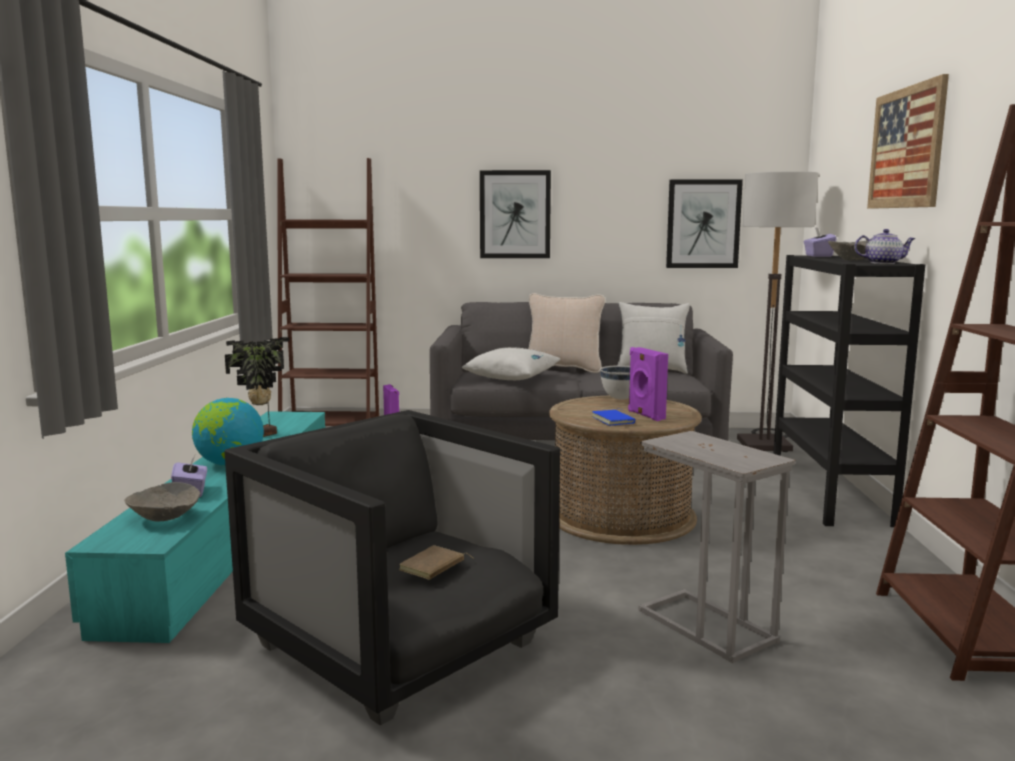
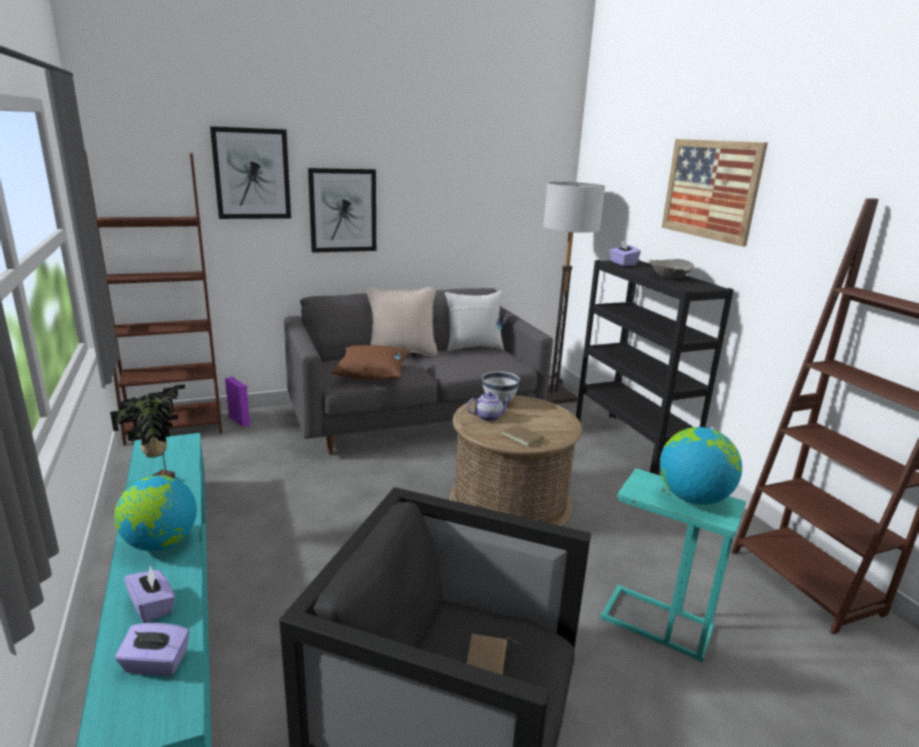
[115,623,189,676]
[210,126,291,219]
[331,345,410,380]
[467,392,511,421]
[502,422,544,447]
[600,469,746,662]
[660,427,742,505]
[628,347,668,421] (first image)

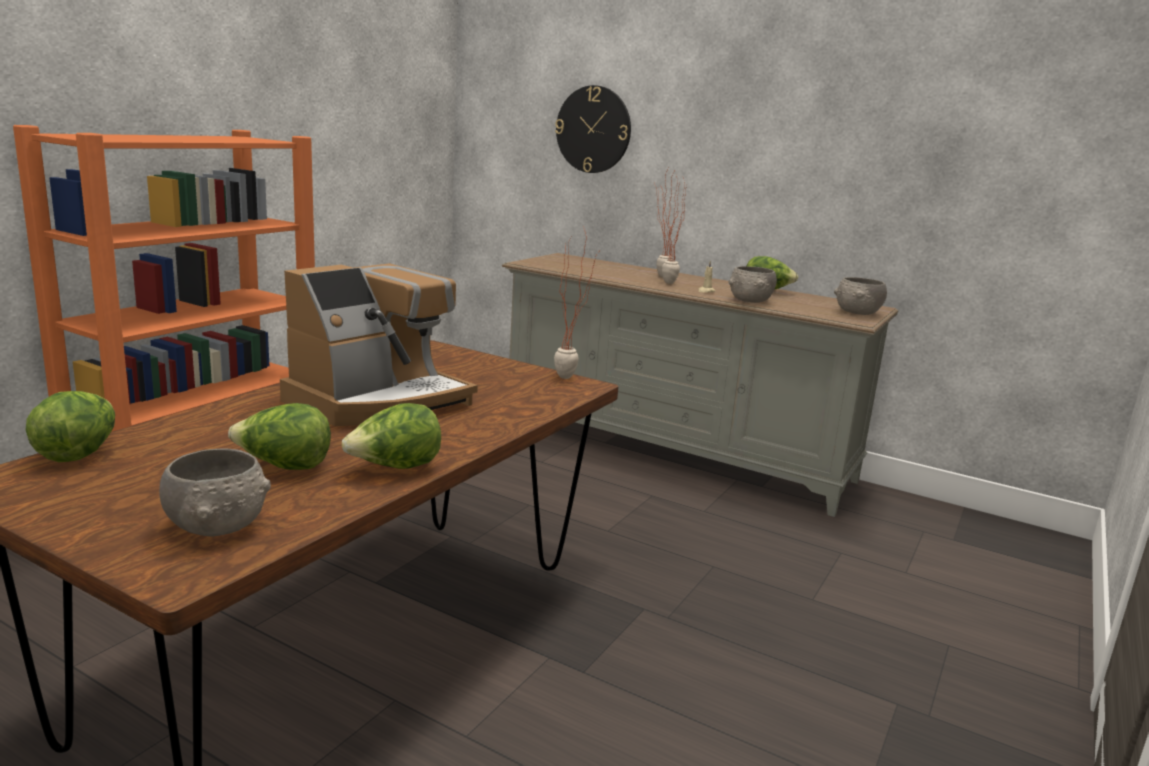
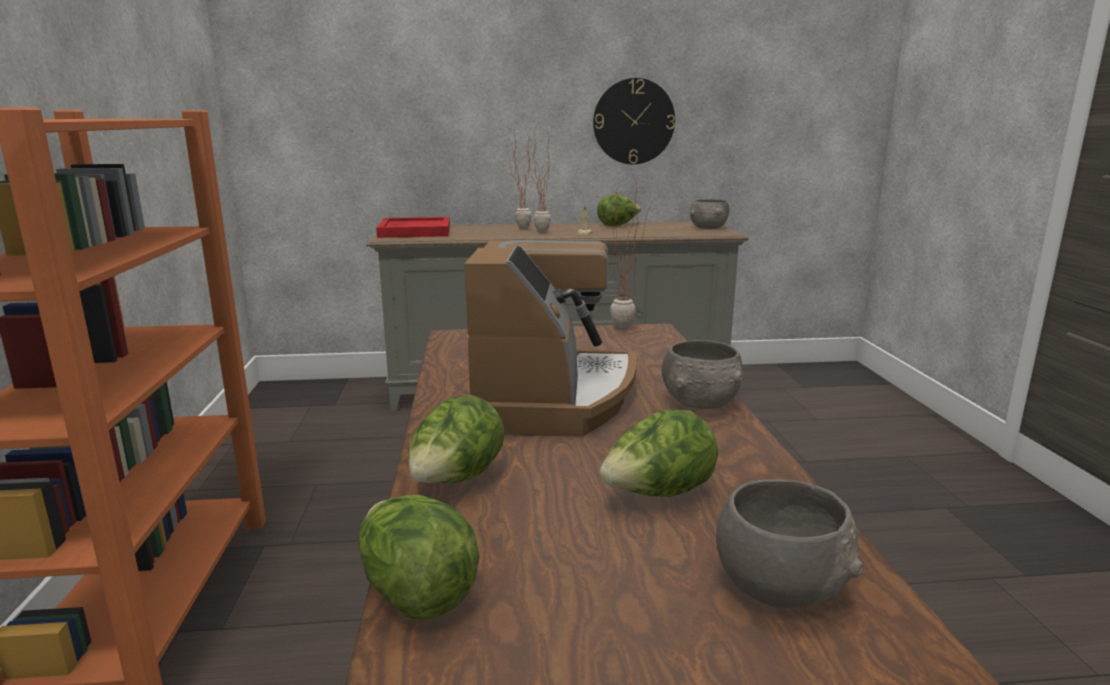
[376,217,450,238]
[408,395,505,483]
[593,78,675,164]
[662,340,743,409]

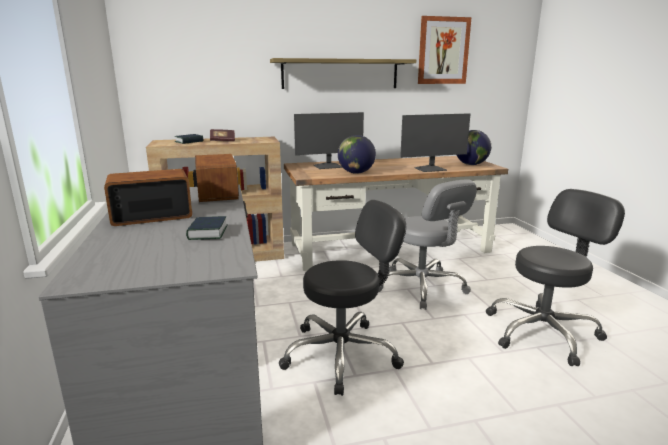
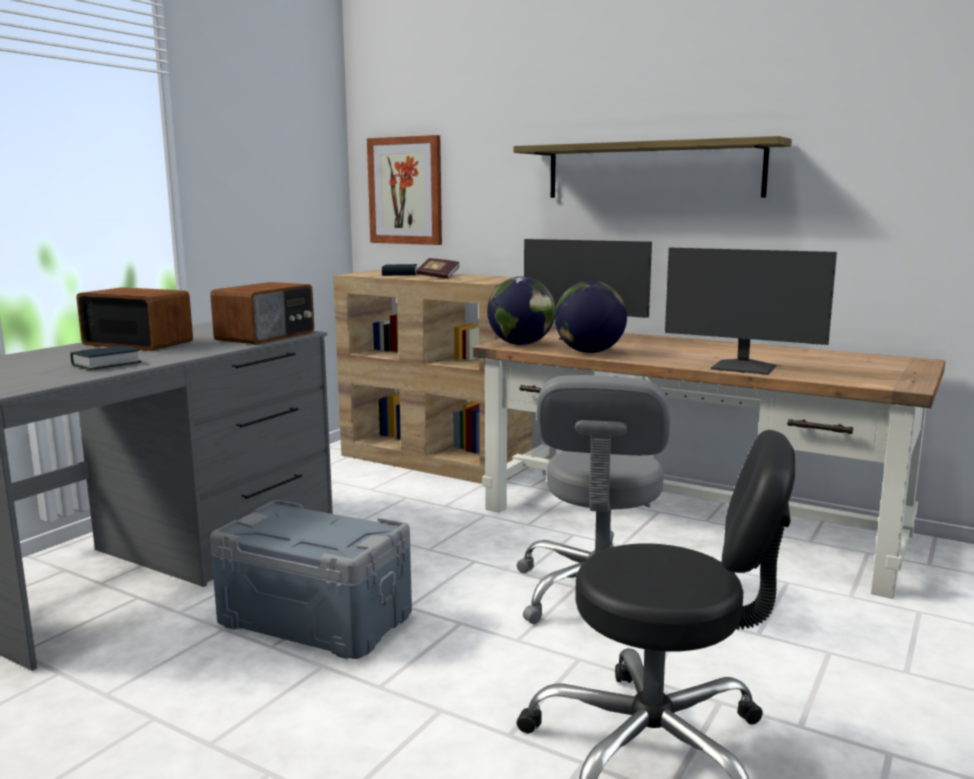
[210,500,412,659]
[367,135,442,245]
[487,277,555,345]

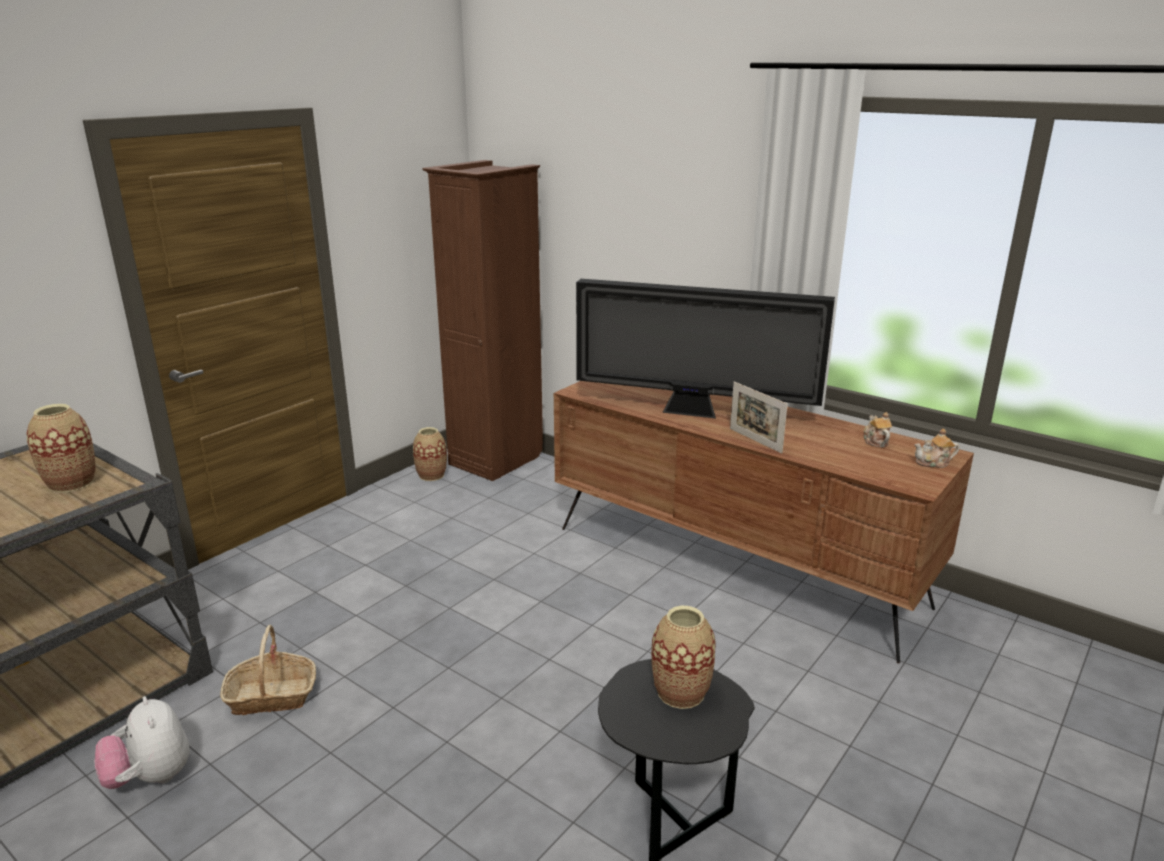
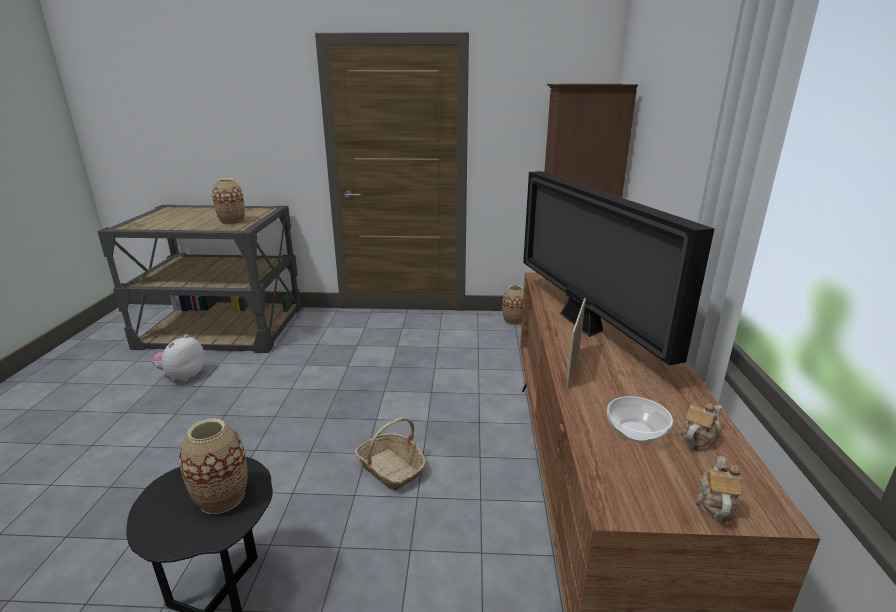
[355,417,426,490]
[607,396,673,443]
[695,456,743,522]

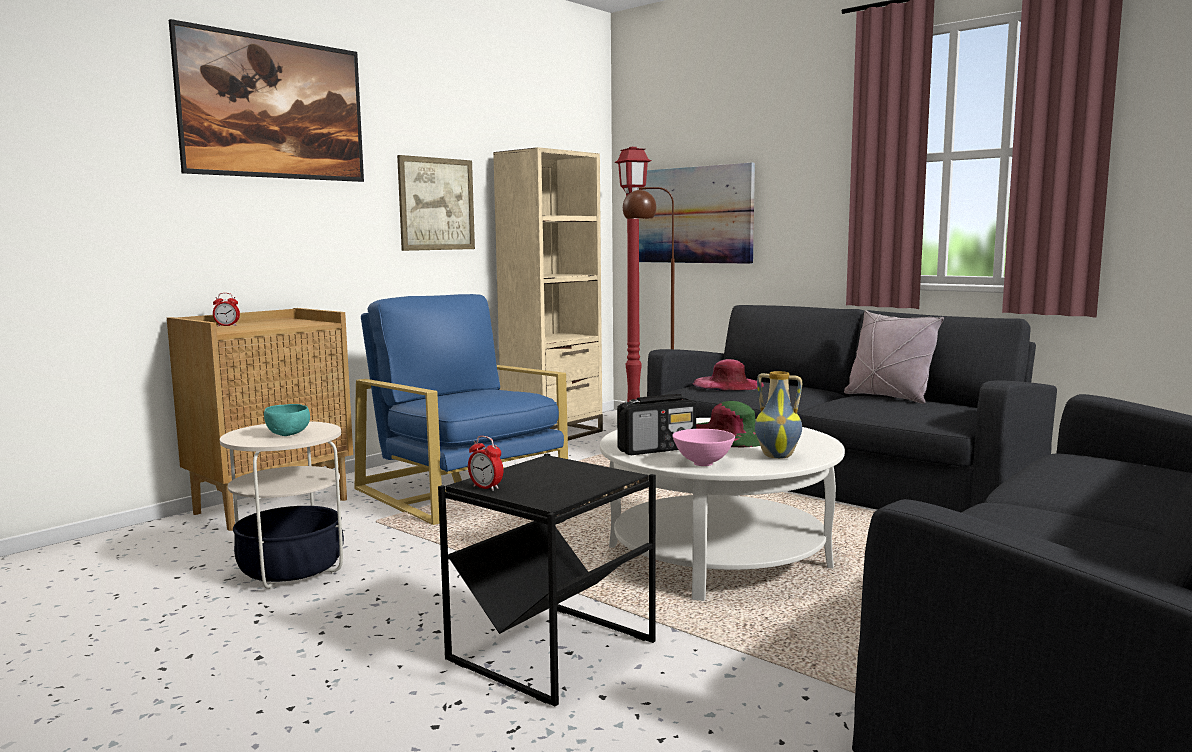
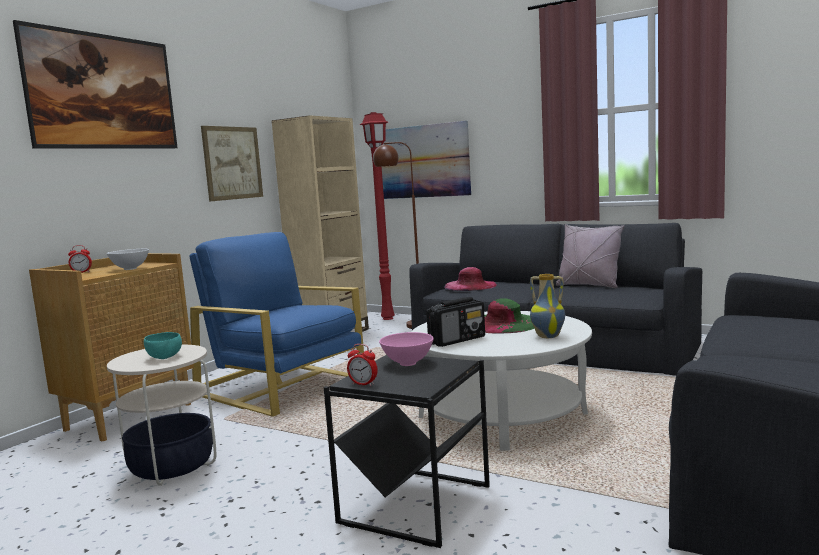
[107,249,149,270]
[379,332,434,366]

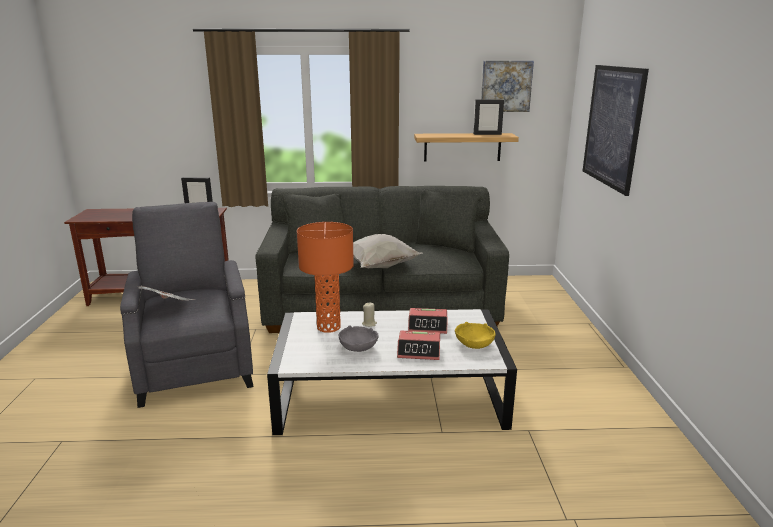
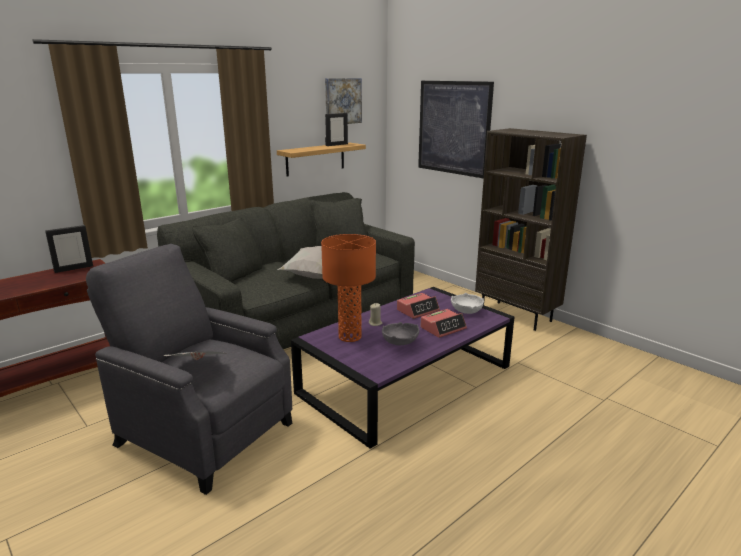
[291,287,514,449]
[451,293,484,314]
[475,128,587,331]

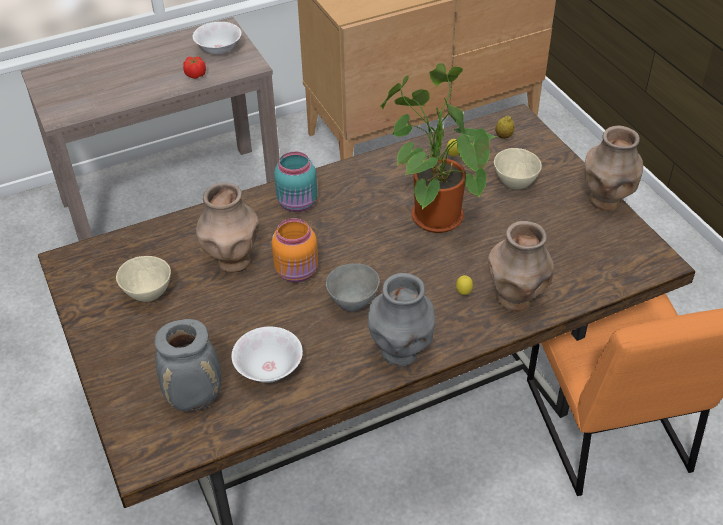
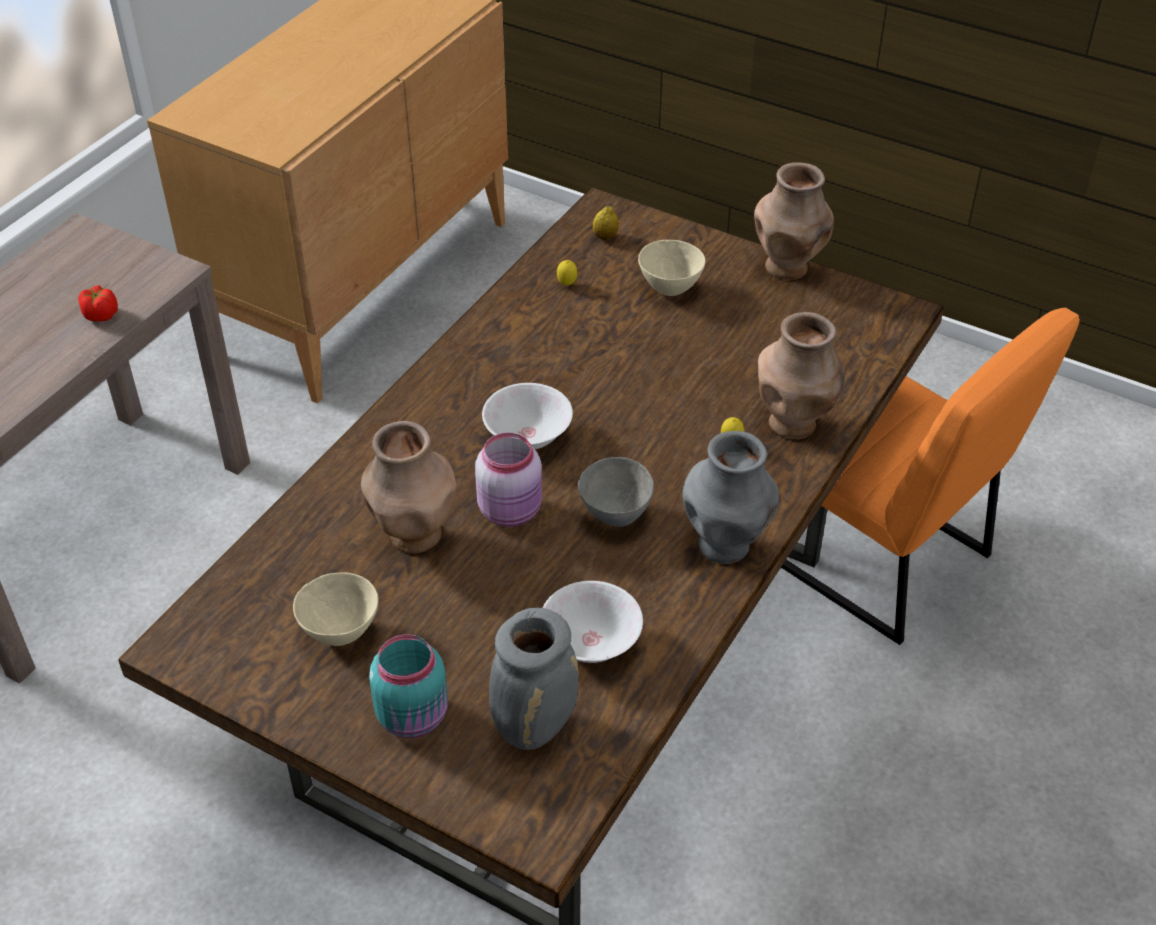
[369,635,448,738]
[475,433,542,527]
[482,383,573,449]
[380,63,497,233] (first image)

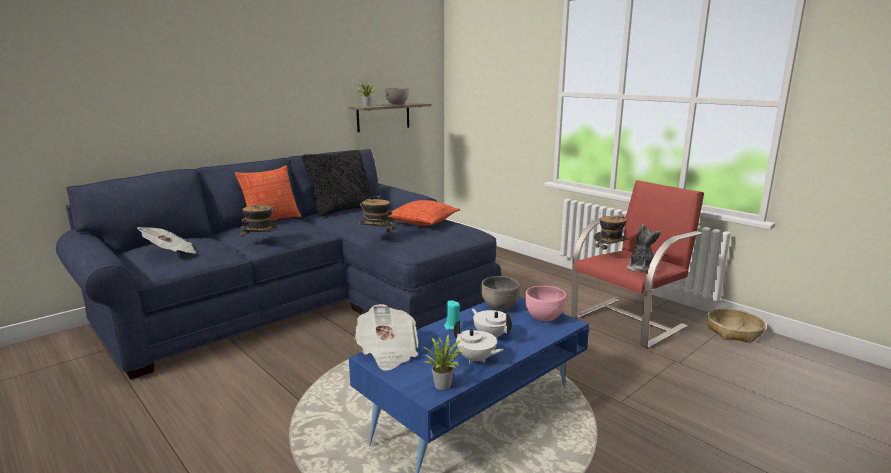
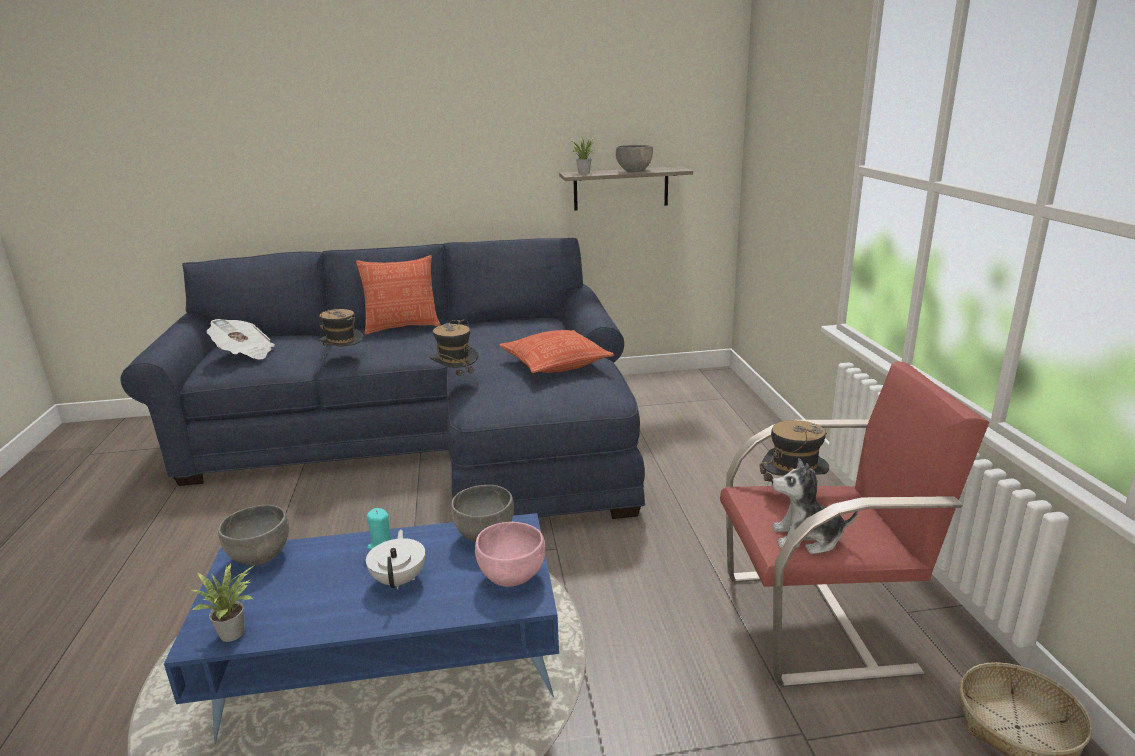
[218,505,289,566]
[772,458,858,554]
[301,150,374,217] (first image)
[454,321,504,363] (first image)

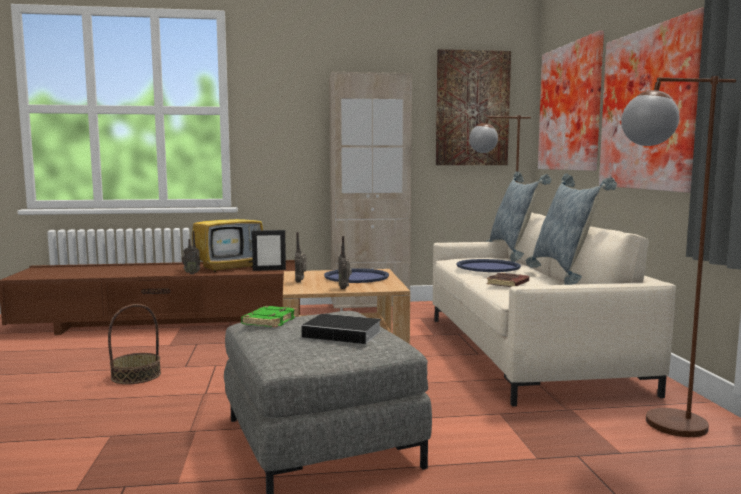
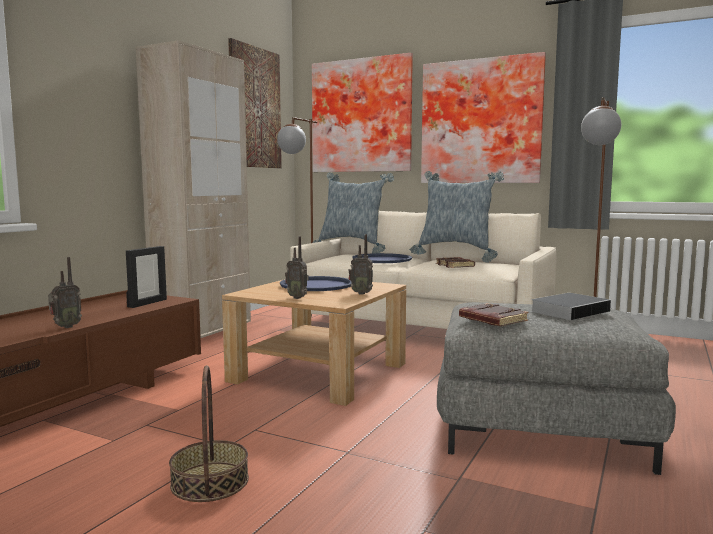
[459,303,528,326]
[192,193,263,272] (first image)

